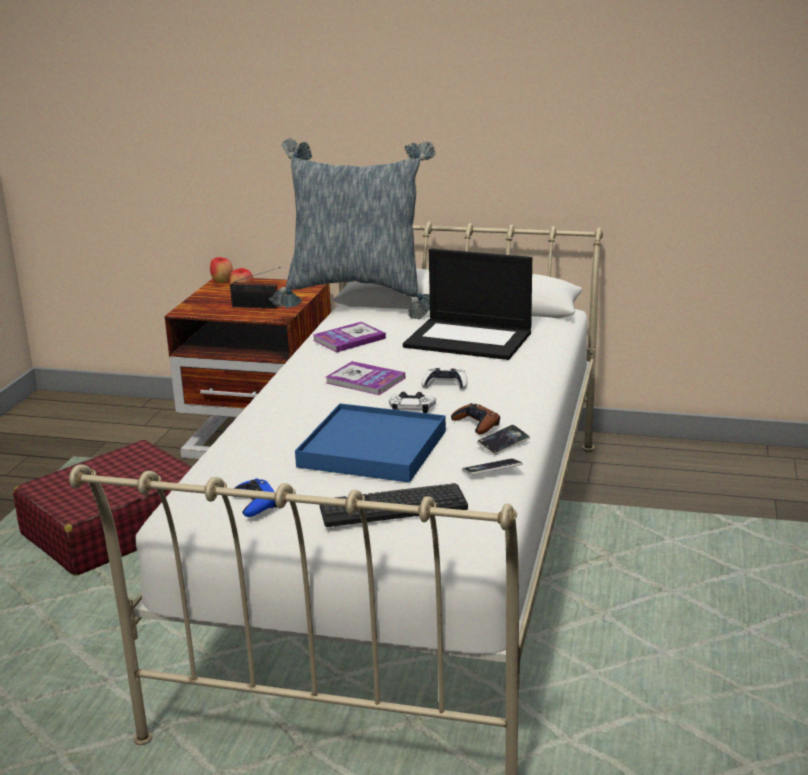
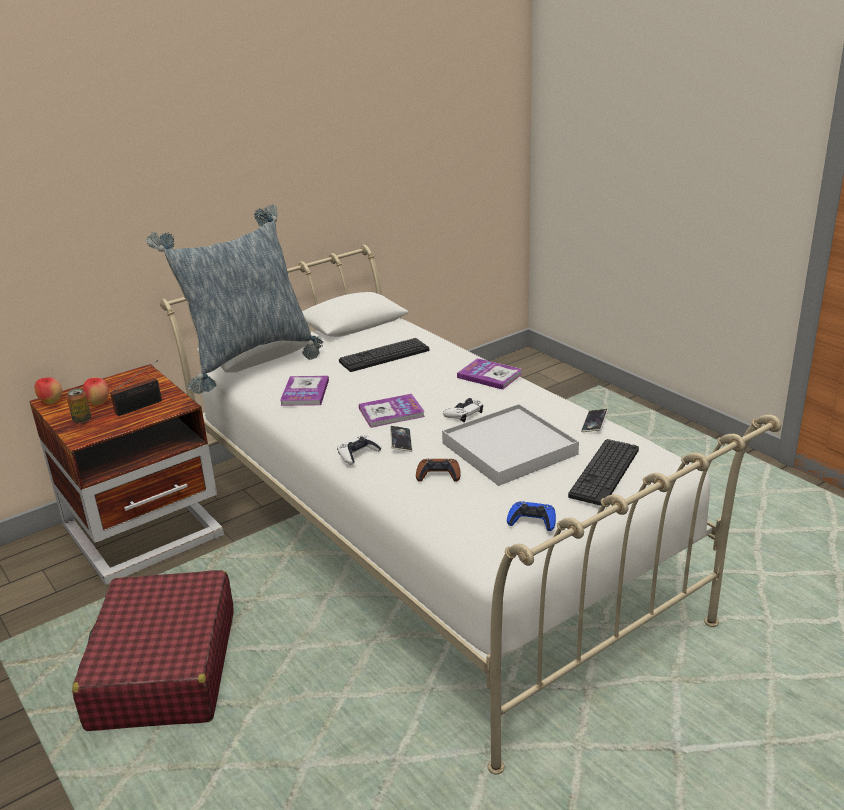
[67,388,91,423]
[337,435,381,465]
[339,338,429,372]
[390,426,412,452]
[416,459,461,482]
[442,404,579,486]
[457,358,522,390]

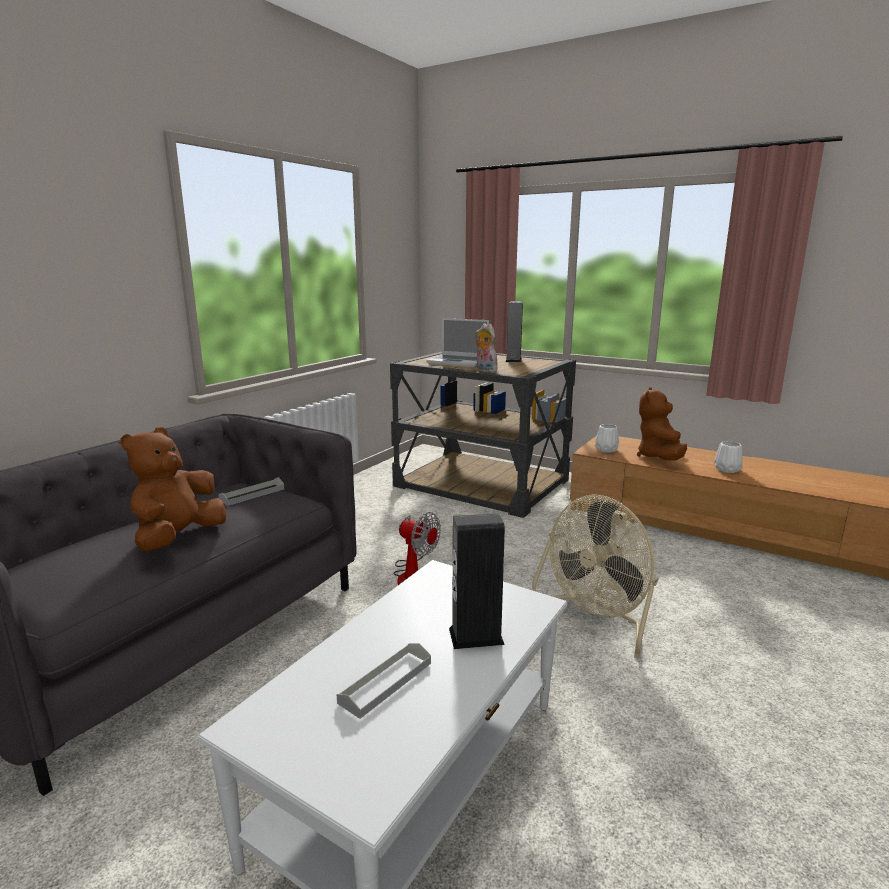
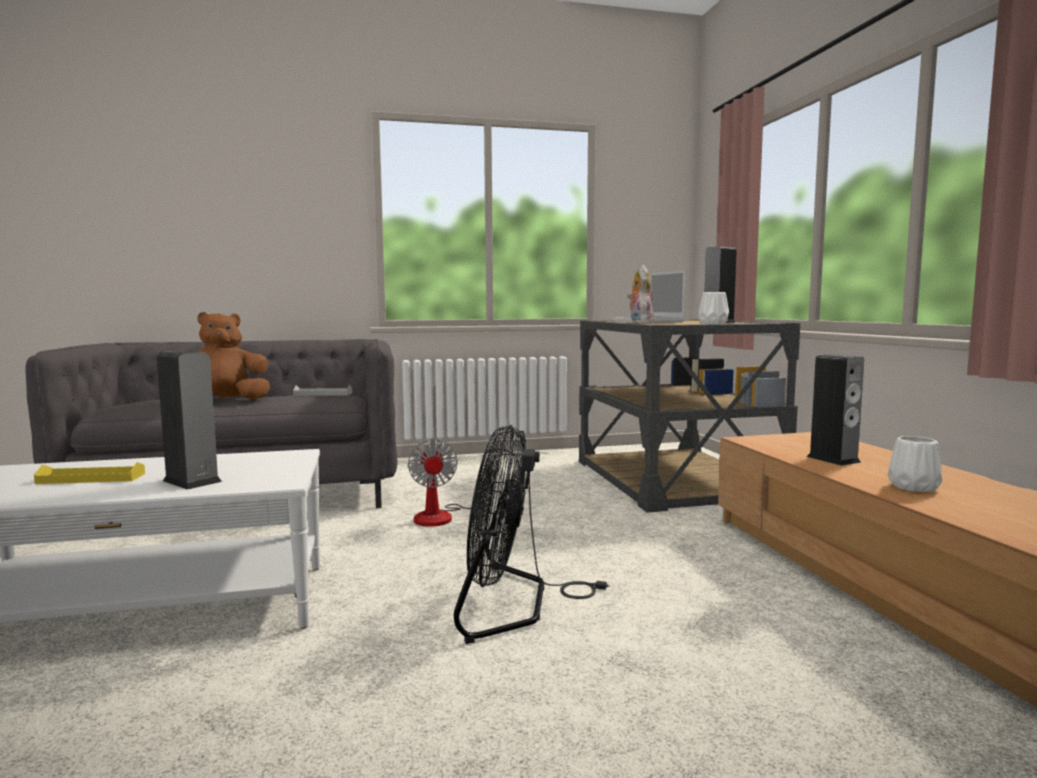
[34,462,145,484]
[454,425,610,644]
[699,292,729,324]
[807,354,864,466]

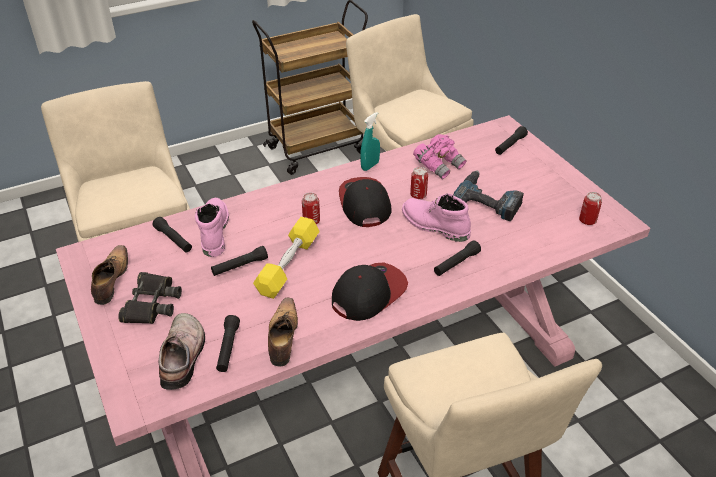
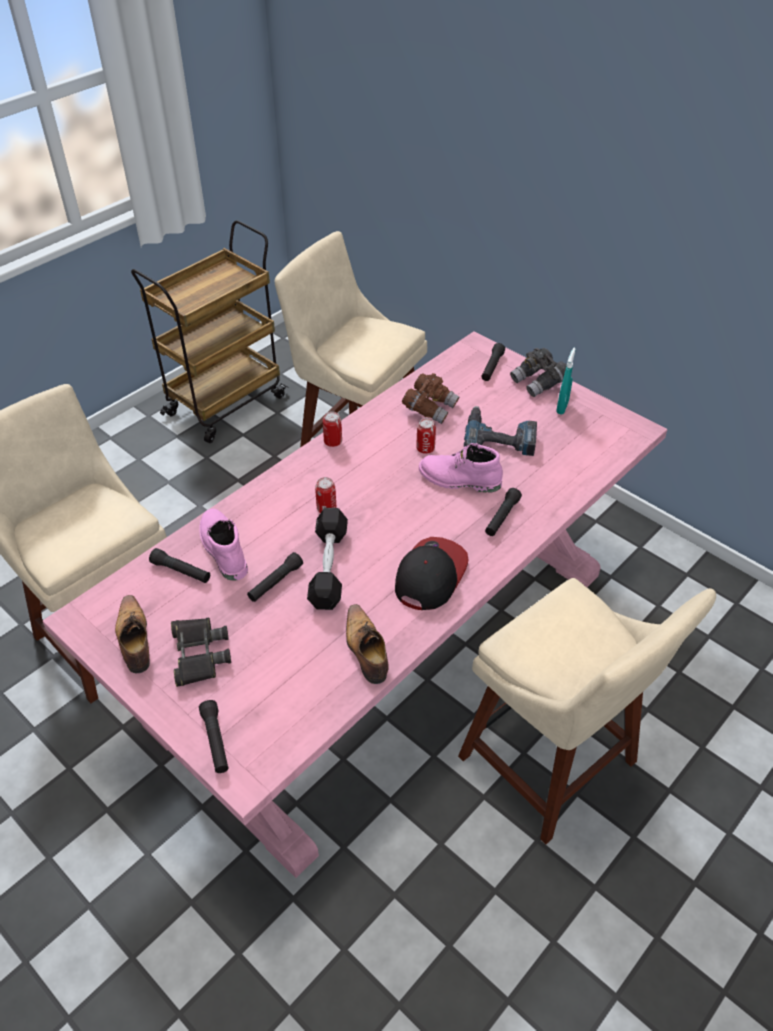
[199,700,229,773]
[307,508,348,610]
[323,411,342,447]
[402,373,460,424]
[510,348,567,397]
[556,348,576,415]
[159,313,205,390] (first image)
[339,177,392,227] (first image)

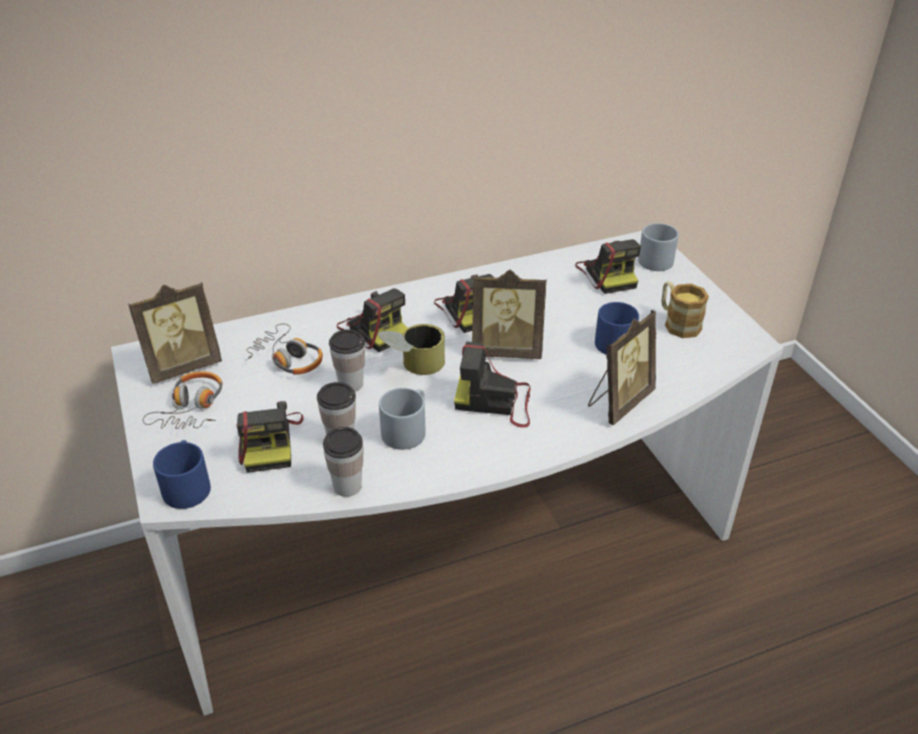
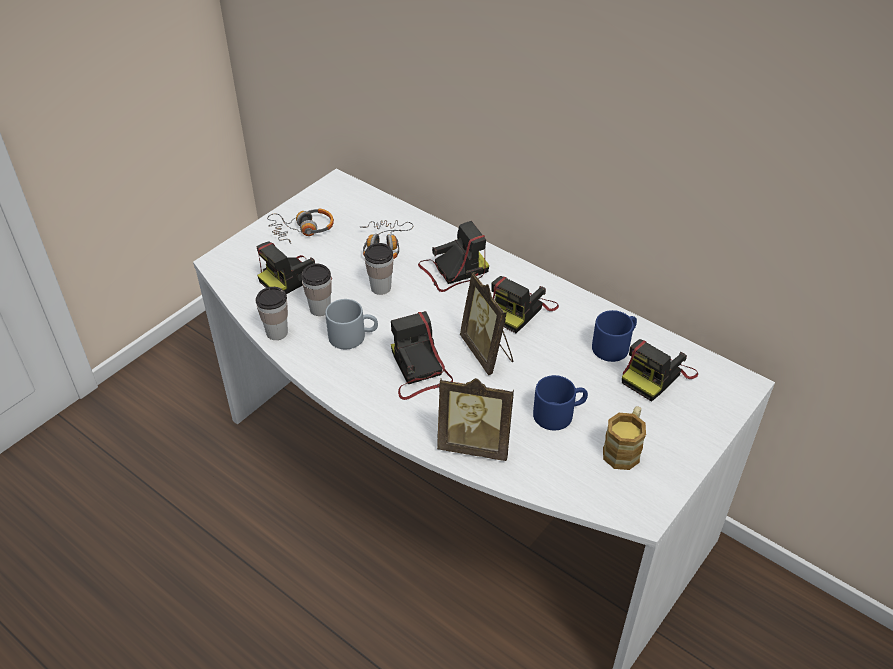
[418,221,489,292]
[592,310,637,362]
[128,282,222,384] (first image)
[378,324,445,375] (first image)
[638,223,679,271] (first image)

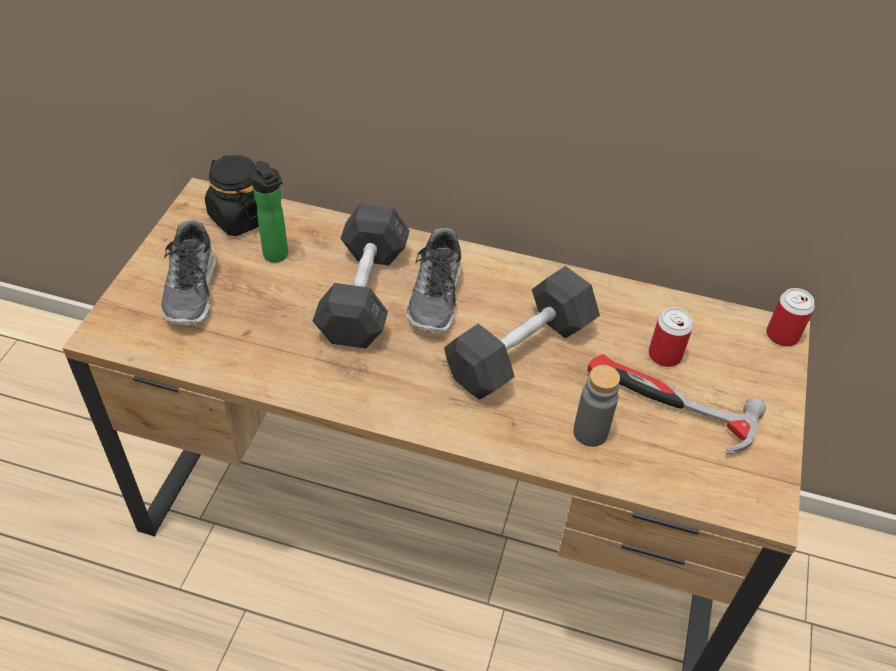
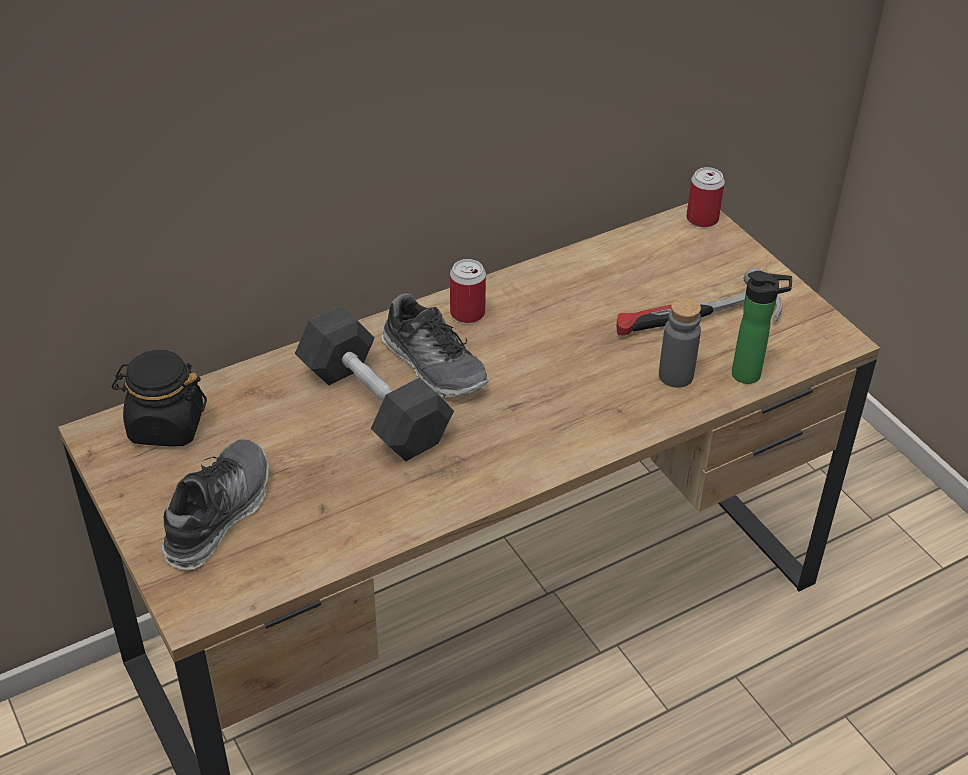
[162,439,269,570]
[450,259,486,323]
[732,271,792,384]
[444,266,600,400] (first image)

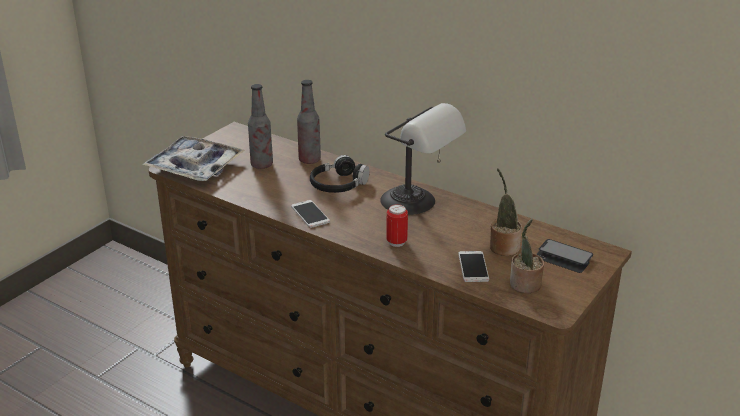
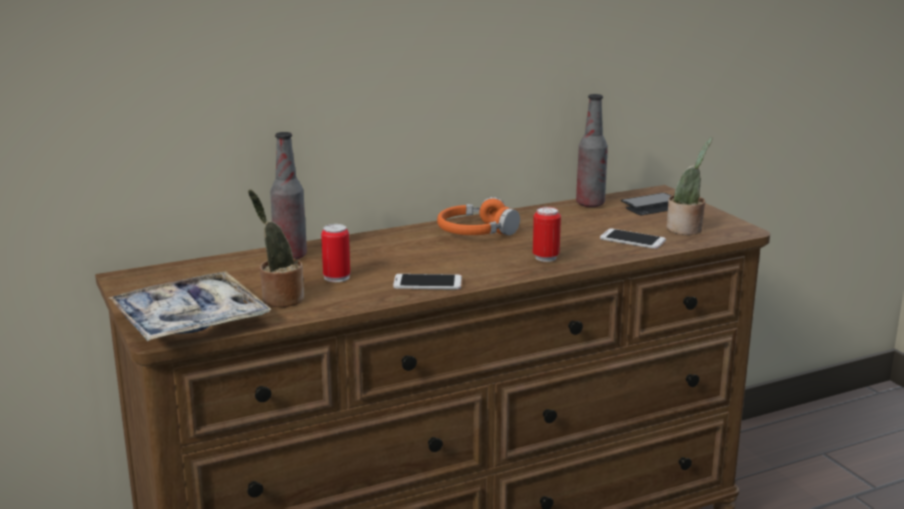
[248,189,304,307]
[321,224,350,282]
[437,197,520,235]
[576,94,608,207]
[310,155,369,193] (first image)

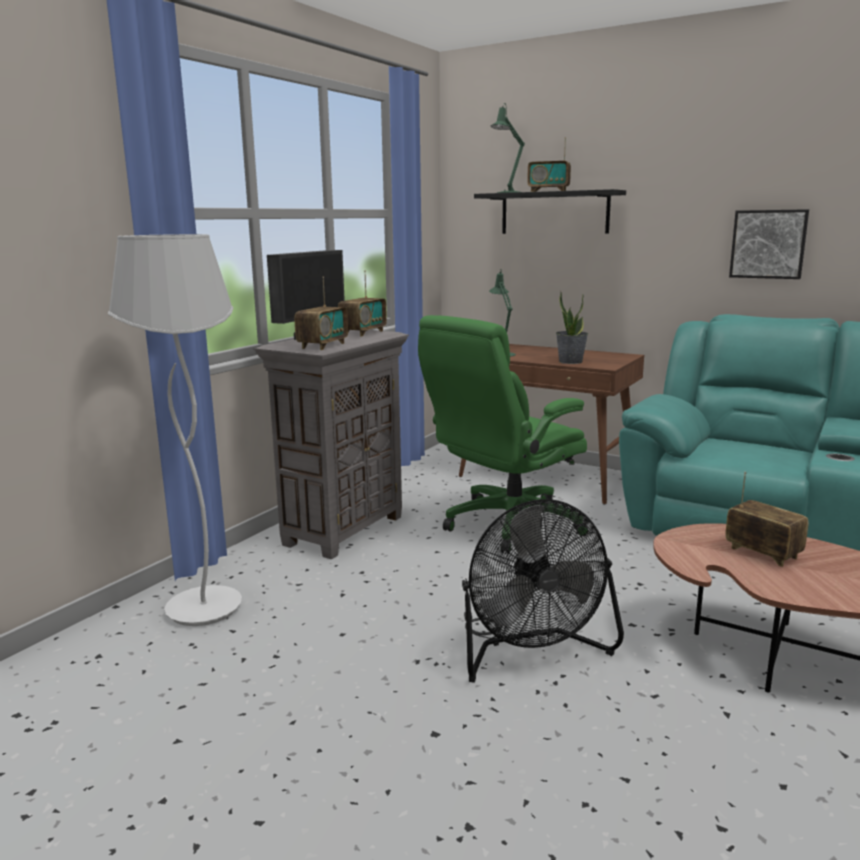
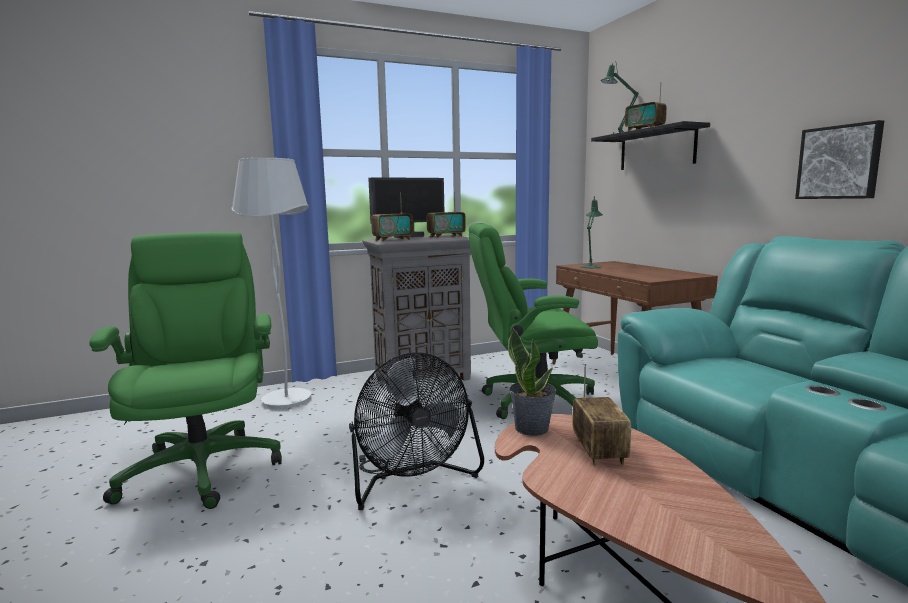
[89,232,282,509]
[349,352,484,510]
[508,328,556,436]

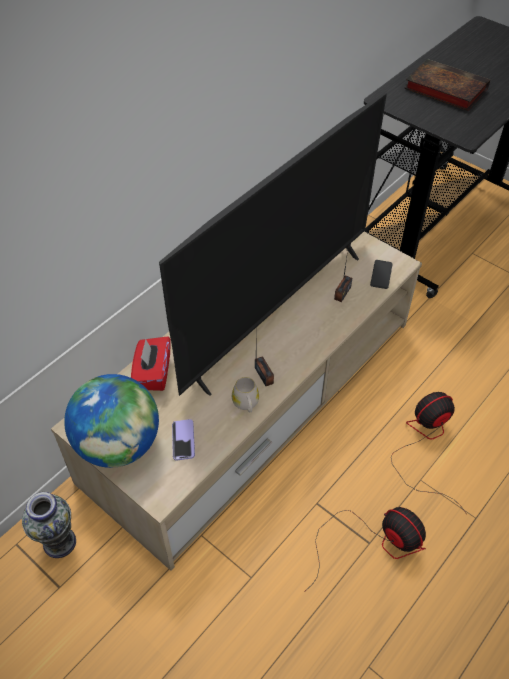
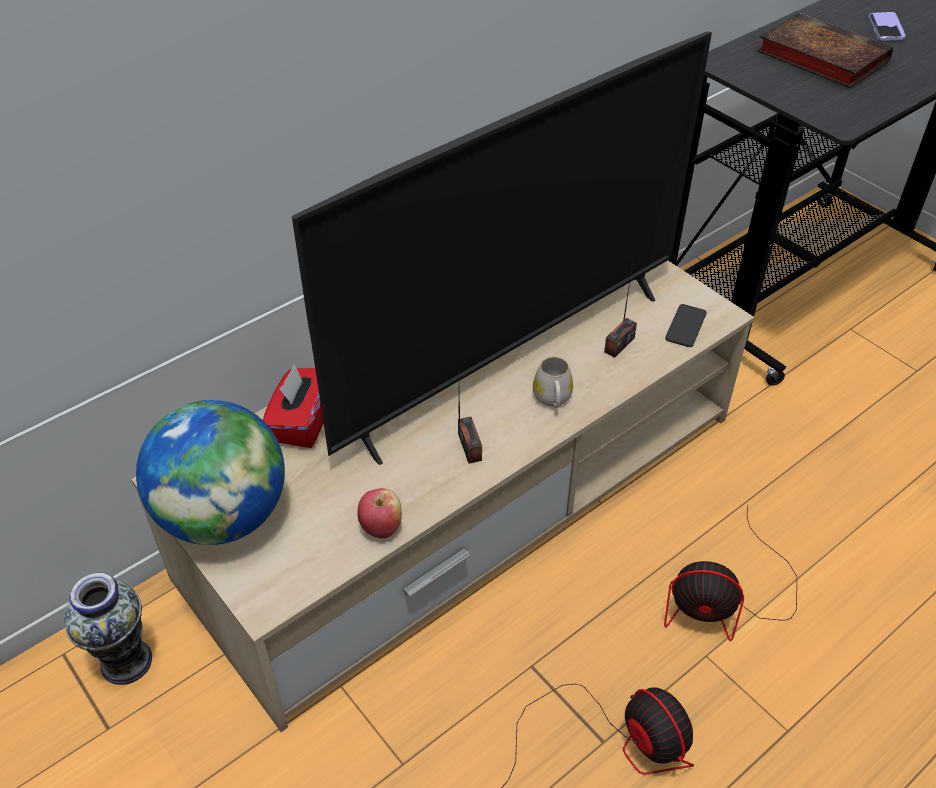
[358,488,402,538]
[533,357,573,408]
[664,505,797,641]
[868,12,906,41]

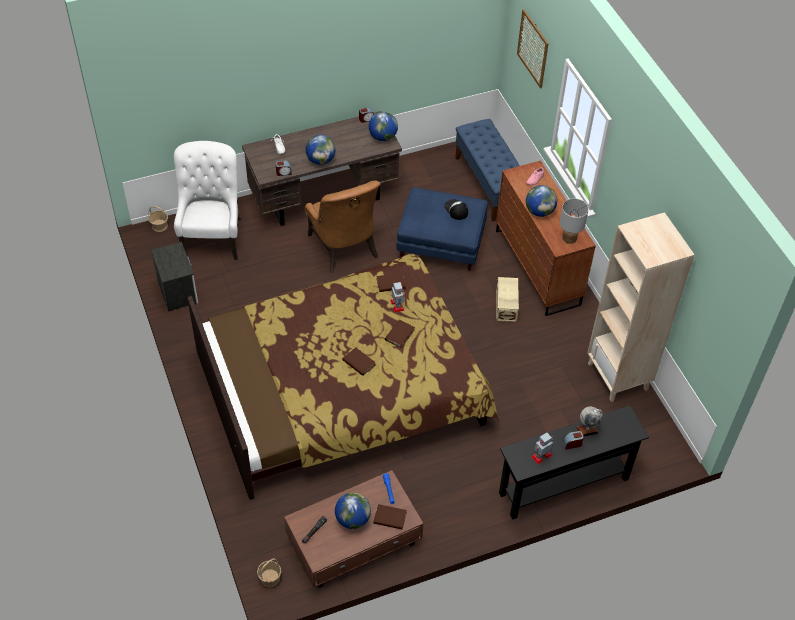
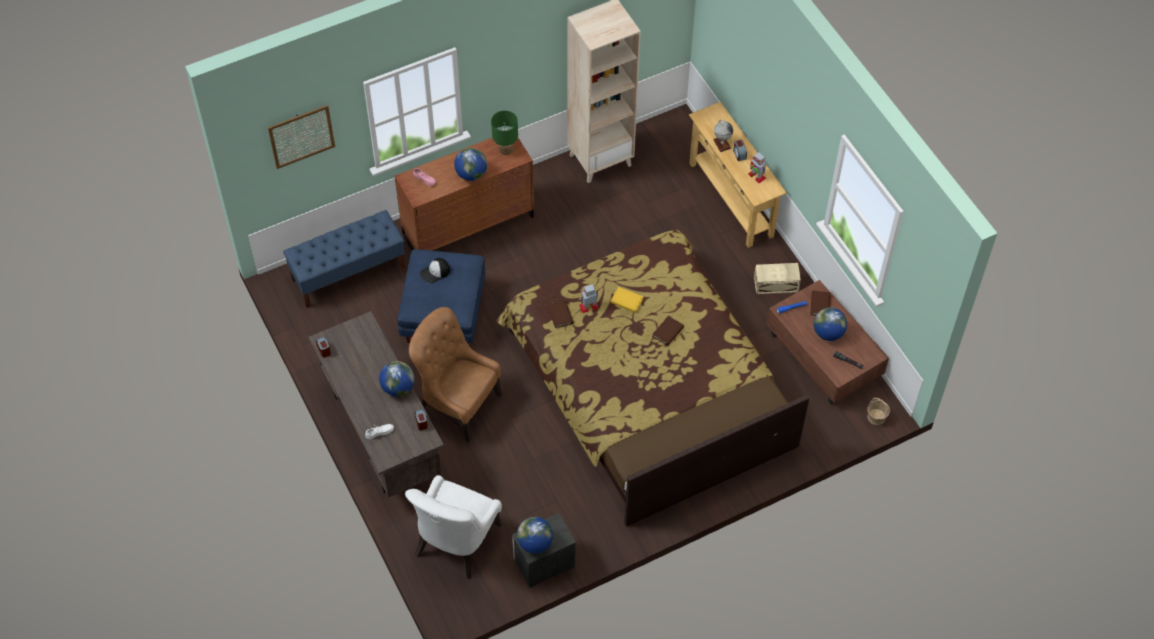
[405,475,502,579]
[409,307,502,443]
[491,111,518,155]
[517,517,553,553]
[610,287,643,313]
[689,102,787,248]
[754,263,801,294]
[148,206,168,232] (first image)

